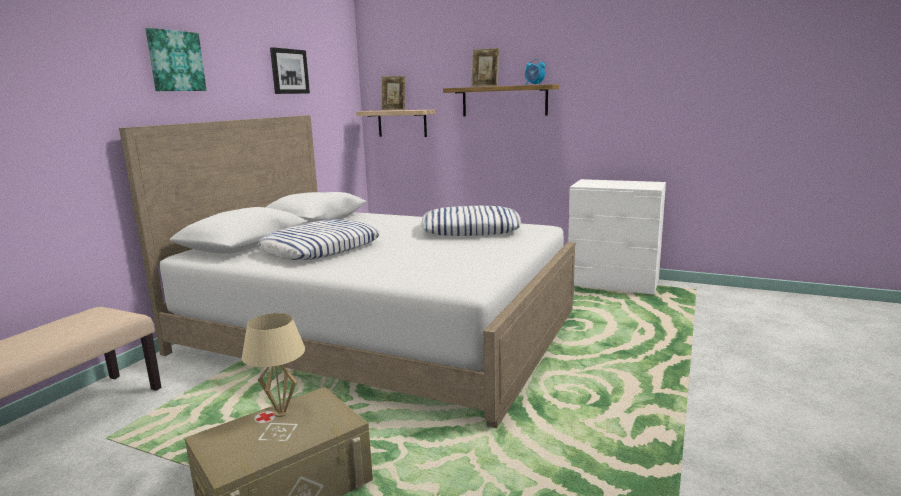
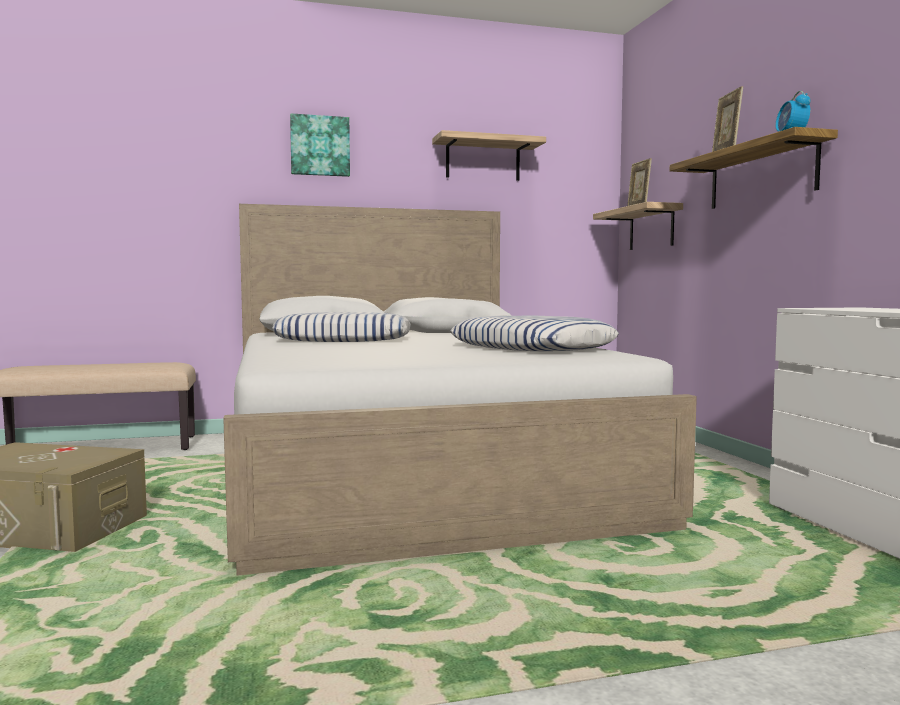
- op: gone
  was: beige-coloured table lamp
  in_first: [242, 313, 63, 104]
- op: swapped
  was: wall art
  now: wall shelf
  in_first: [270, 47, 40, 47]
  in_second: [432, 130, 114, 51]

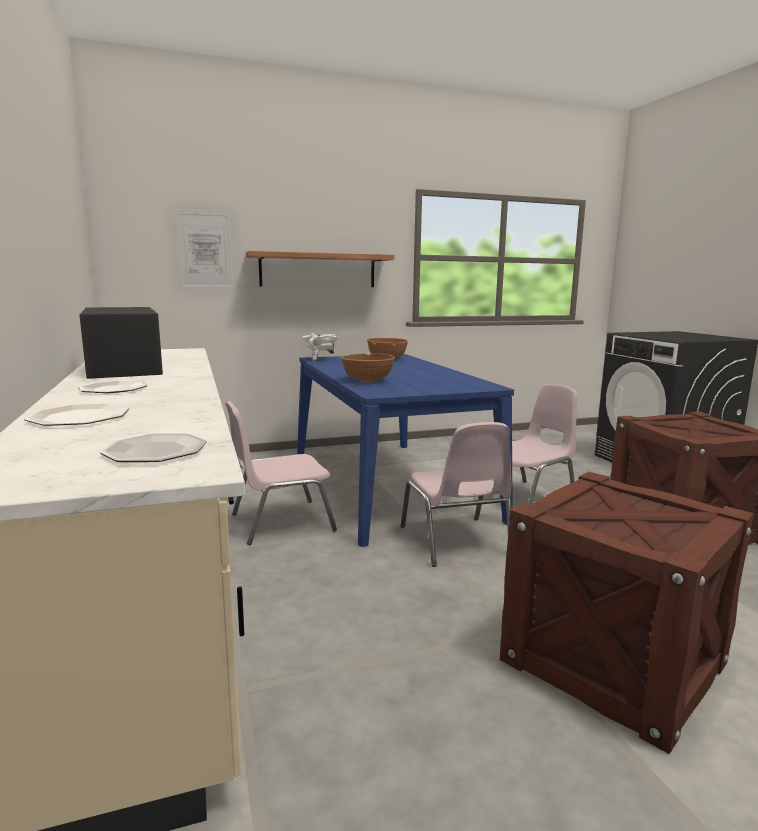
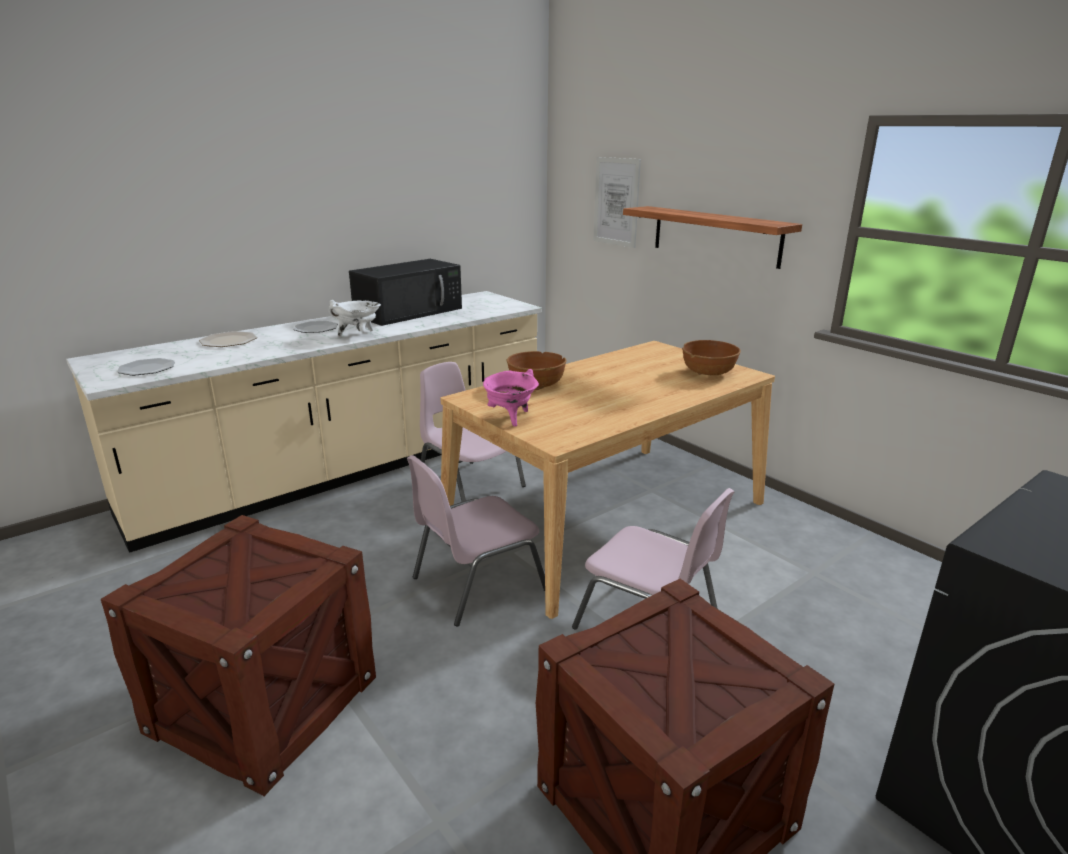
- op: new
  now: pinkish saucepot
  in_second: [483, 369, 56, 58]
- op: shifted
  was: white-coloured saucepot
  in_first: [302, 333, 36, 29]
  in_second: [329, 300, 52, 36]
- op: repainted
  was: blue kitchen table
  now: beige-coloured kitchen table
  in_first: [297, 354, 217, 193]
  in_second: [440, 341, 335, 278]

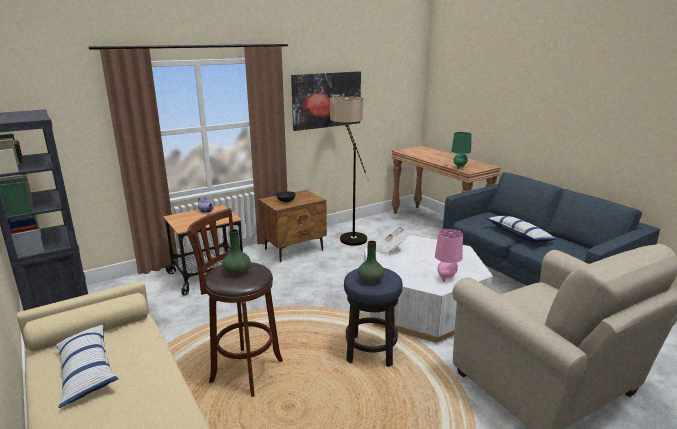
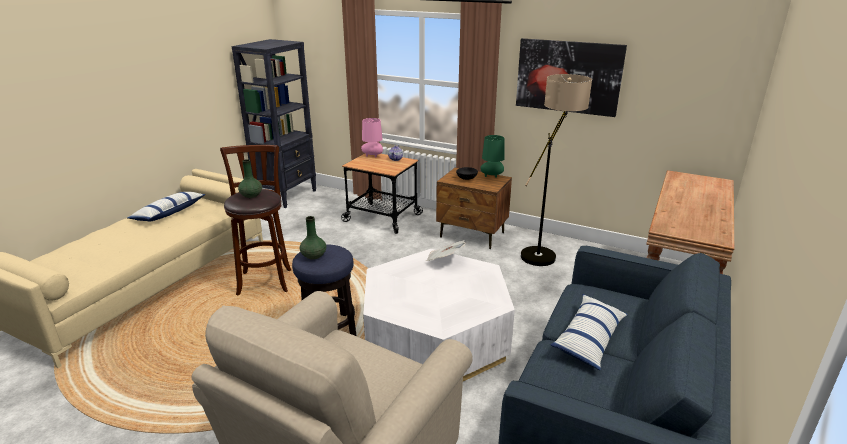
- op: shifted
  was: pinkish table lamp
  in_first: [435, 229, 28, 53]
  in_second: [361, 118, 22, 40]
- op: shifted
  was: green-coloured table lamp
  in_first: [451, 132, 21, 37]
  in_second: [480, 135, 25, 43]

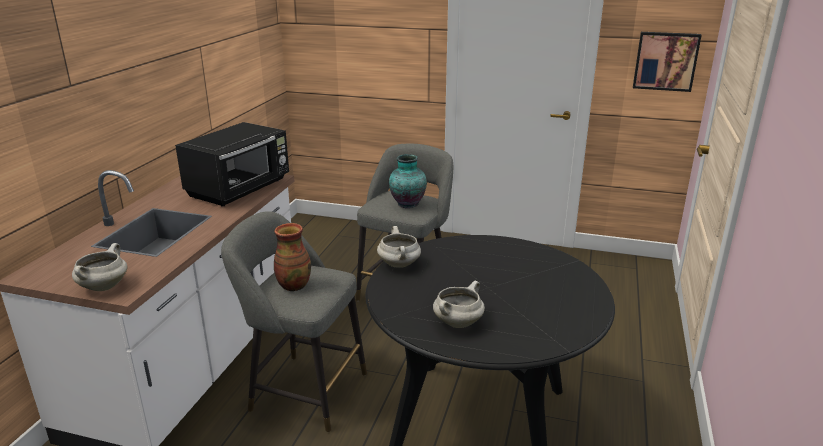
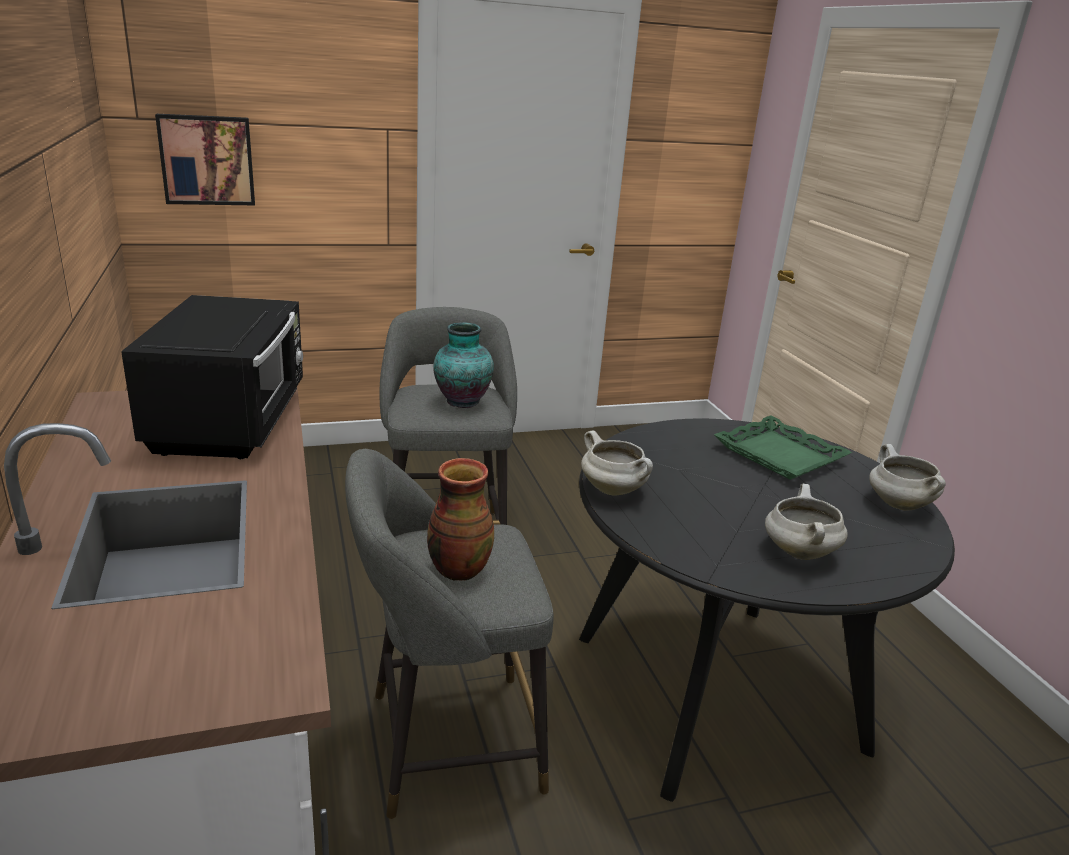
- op: new
  now: green-coloured carrying tray
  in_second: [714, 415, 138, 65]
- op: shifted
  was: white-coloured saucepot
  in_first: [72, 243, 55, 48]
  in_second: [869, 444, 77, 67]
- op: shifted
  was: wall art
  in_first: [633, 32, 69, 60]
  in_second: [155, 114, 100, 91]

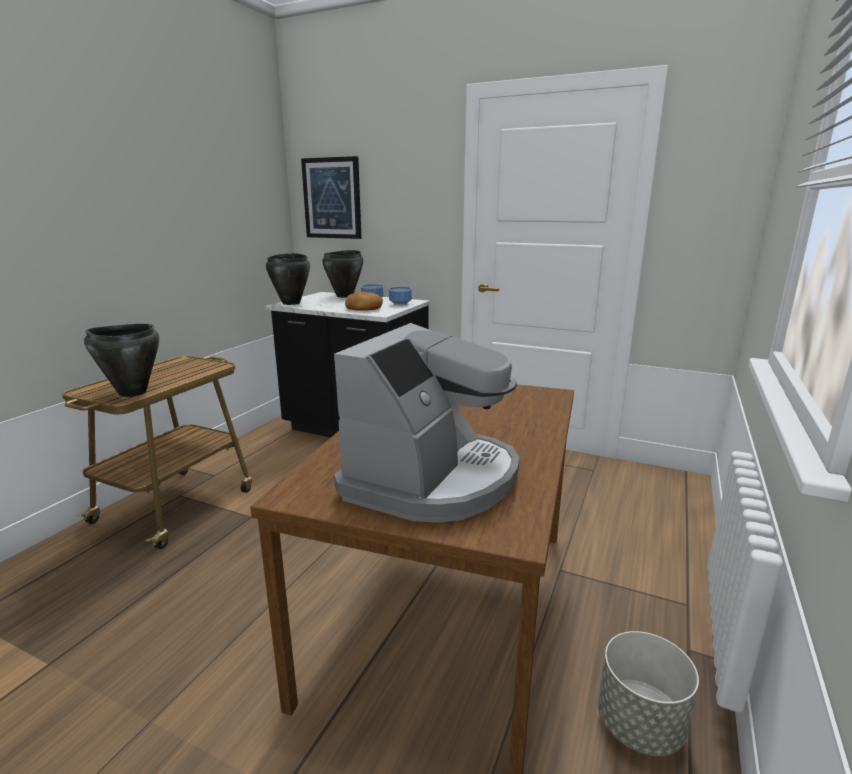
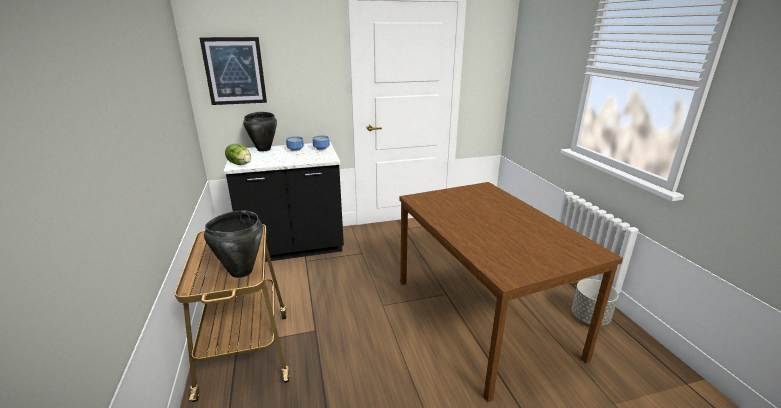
- op: gone
  was: coffee brewer
  in_first: [334, 323, 185, 200]
- op: gone
  was: bakery bread
  in_first: [345, 292, 38, 19]
- op: swapped
  was: black saucepot
  now: lettuce head
  in_first: [266, 253, 44, 52]
  in_second: [225, 144, 26, 21]

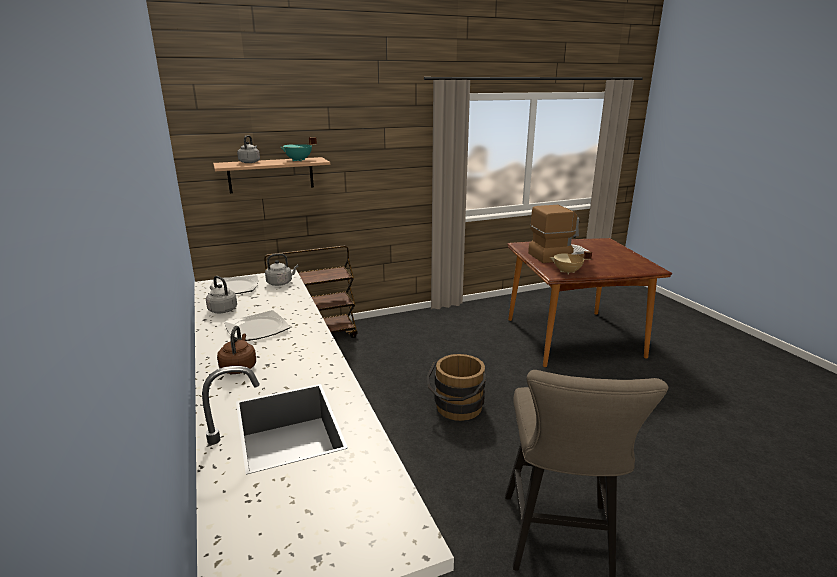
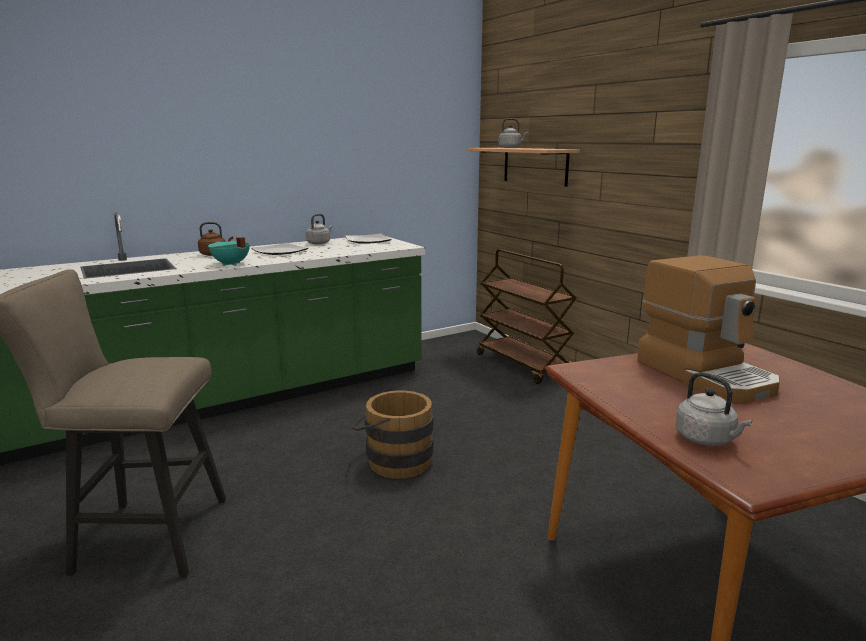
- op: gone
  was: beige-coloured saucepot
  in_first: [550, 251, 42, 24]
- op: shifted
  was: gray kettle
  in_first: [265, 253, 33, 33]
  in_second: [675, 372, 77, 74]
- op: shifted
  was: turquoise saucepot
  in_first: [280, 137, 37, 24]
  in_second: [208, 237, 42, 29]

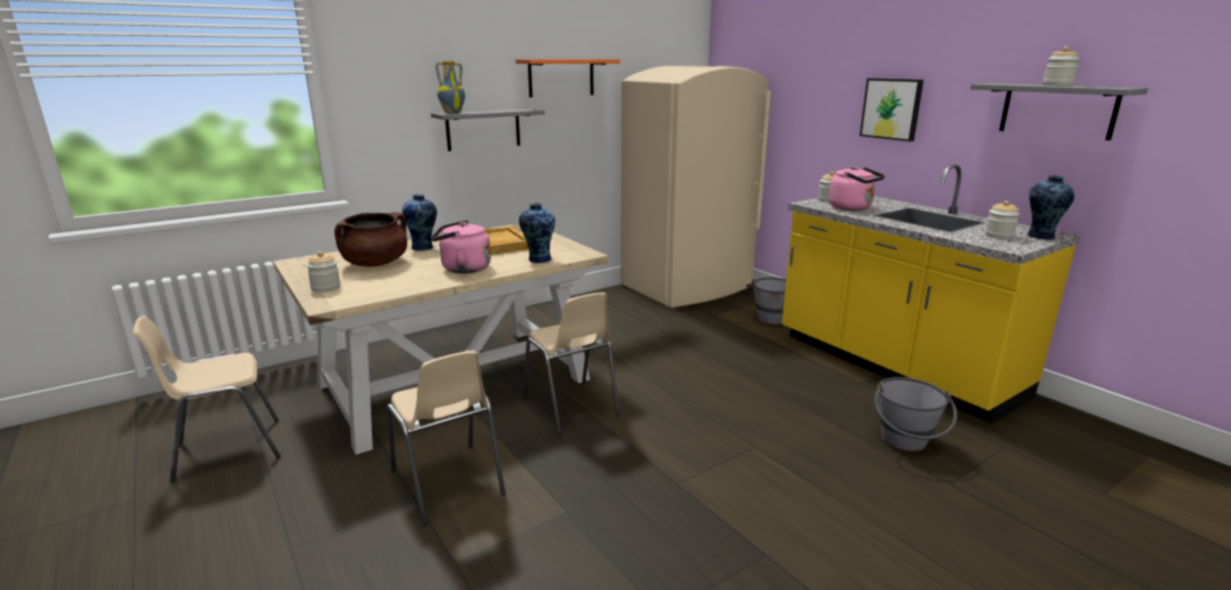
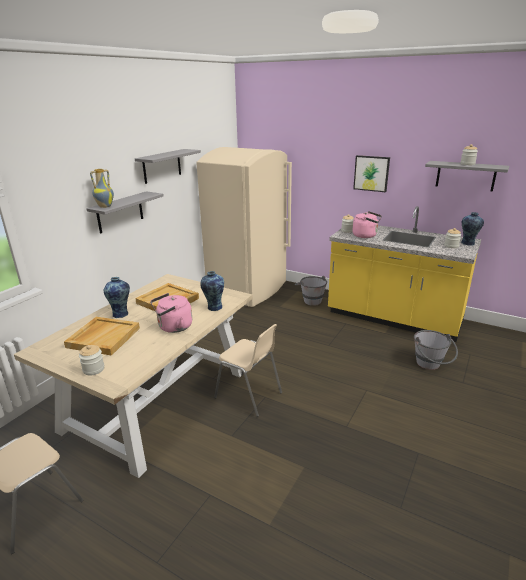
- op: gone
  was: beige-coloured upright chair
  in_first: [387, 350, 119, 175]
- op: swapped
  was: brownish saucepot
  now: beige-coloured carrying tray
  in_first: [335, 212, 72, 55]
  in_second: [64, 317, 76, 39]
- op: repainted
  was: orange wall shelf
  now: gray wall shelf
  in_first: [516, 59, 104, 38]
  in_second: [135, 149, 66, 35]

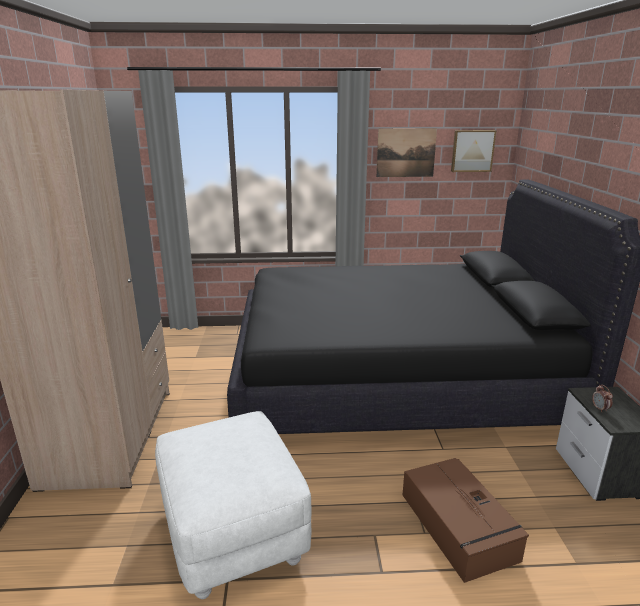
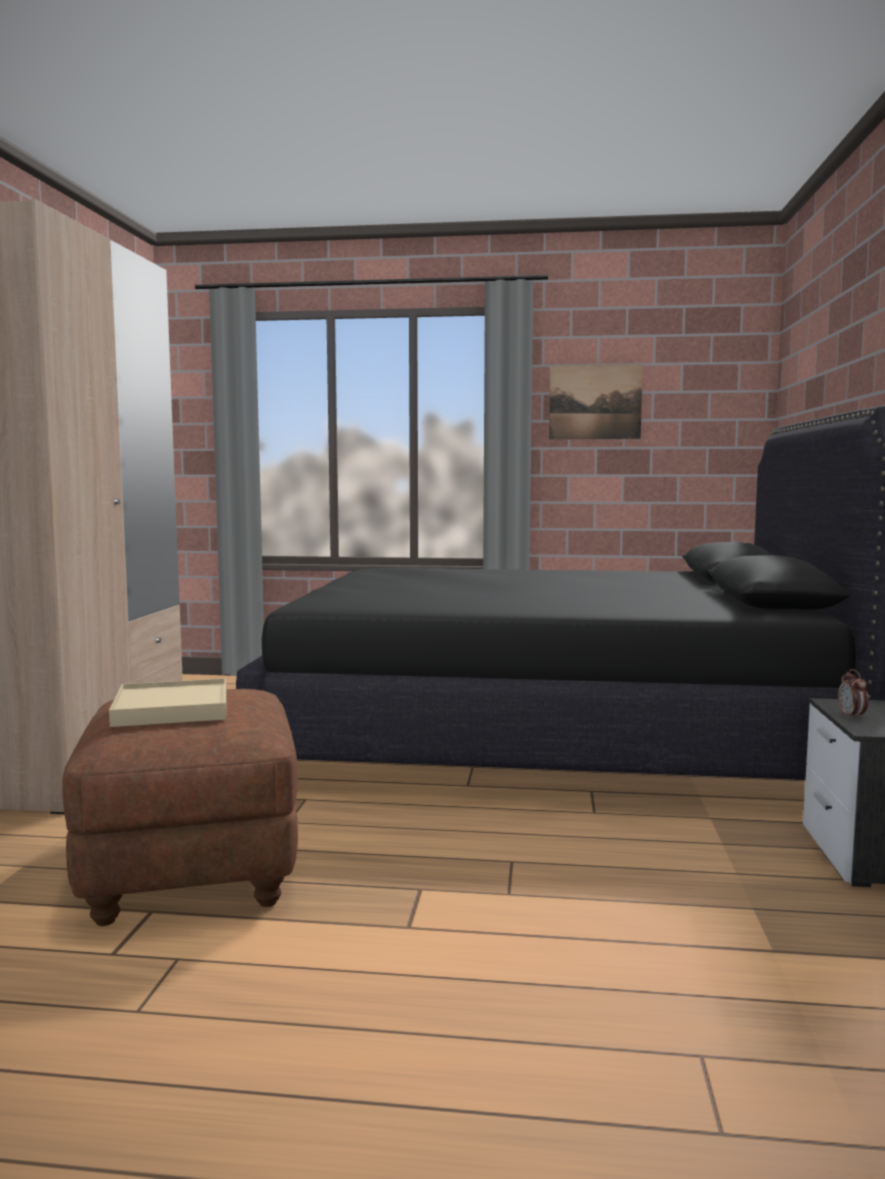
- op: gone
  was: brownish storage box
  in_first: [403, 458, 126, 125]
- op: gone
  was: wall art
  in_first: [451, 130, 45, 42]
- op: new
  now: beige-coloured carrying tray
  in_second: [109, 678, 117, 49]
- op: repainted
  was: white-coloured ottoman
  now: brownish ottoman
  in_first: [155, 411, 156, 188]
  in_second: [62, 689, 236, 237]

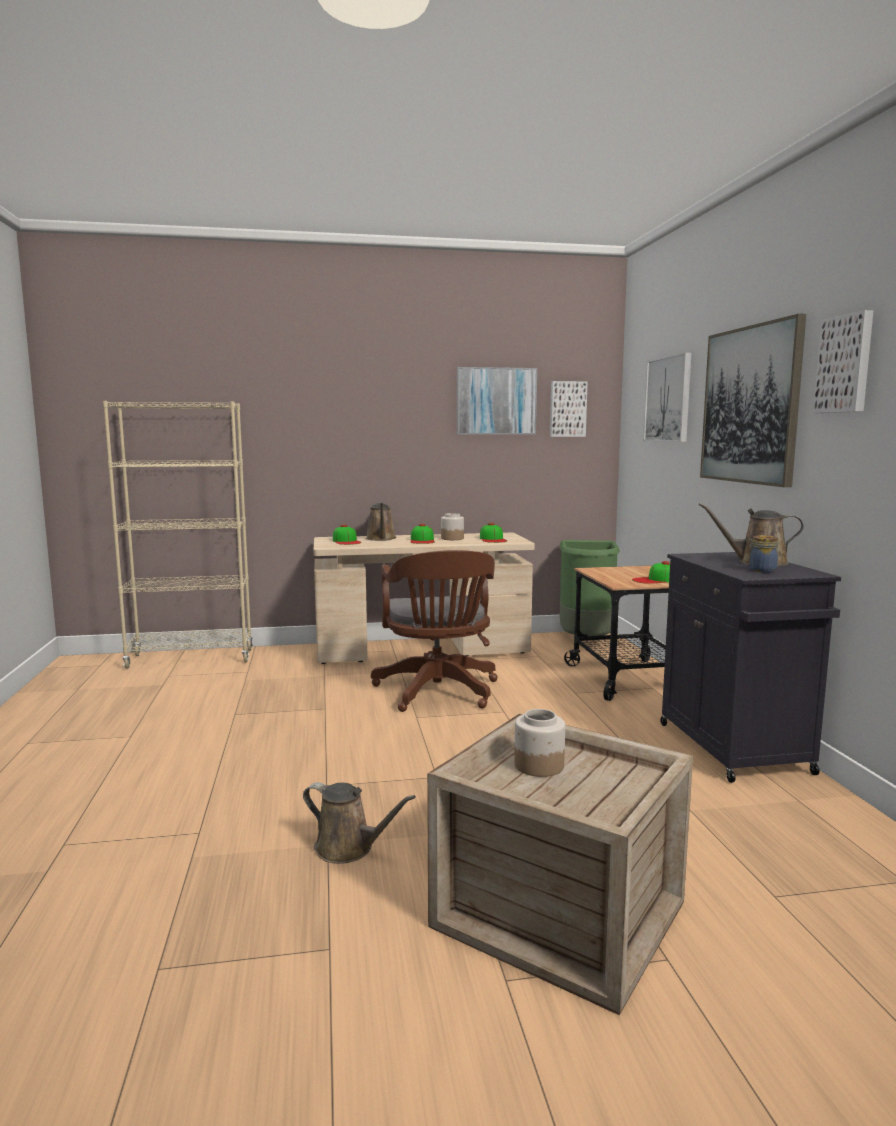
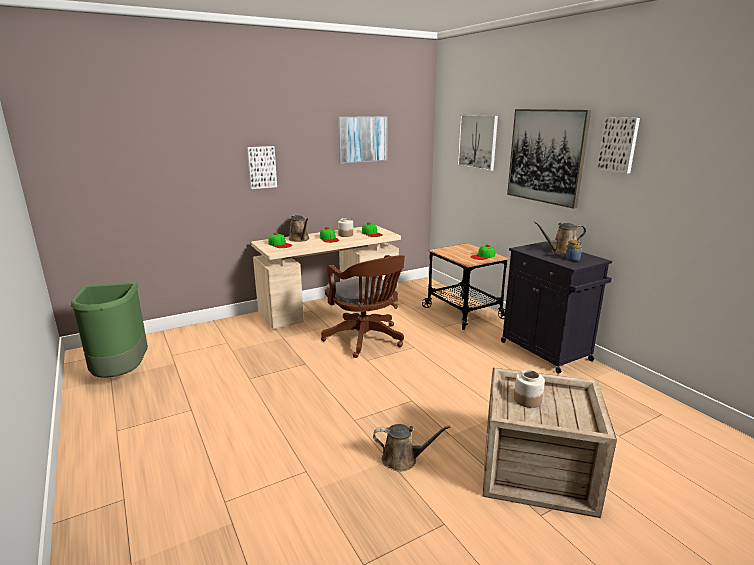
- op: gone
  was: beige-coloured shelving unit
  in_first: [103, 401, 150, 268]
- op: shifted
  was: wall art
  in_first: [550, 381, 38, 56]
  in_second: [247, 146, 30, 43]
- op: shifted
  was: green-coloured rubbish bin
  in_first: [560, 540, 60, 96]
  in_second: [71, 282, 77, 96]

